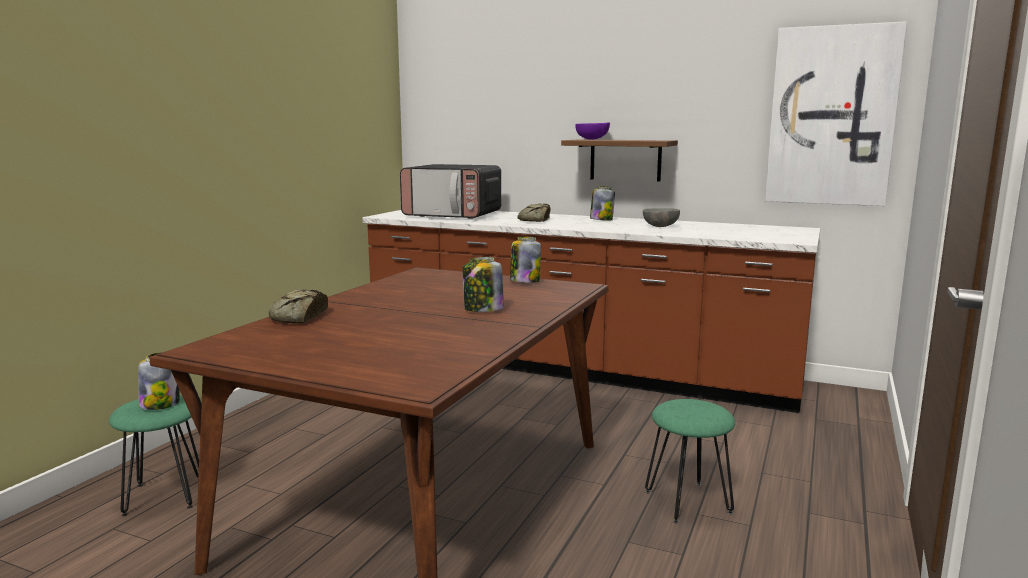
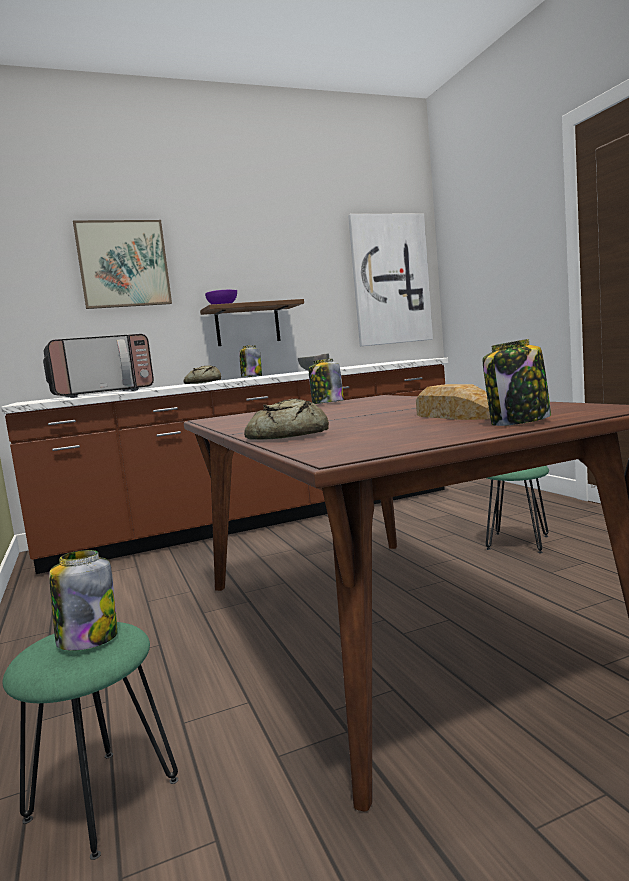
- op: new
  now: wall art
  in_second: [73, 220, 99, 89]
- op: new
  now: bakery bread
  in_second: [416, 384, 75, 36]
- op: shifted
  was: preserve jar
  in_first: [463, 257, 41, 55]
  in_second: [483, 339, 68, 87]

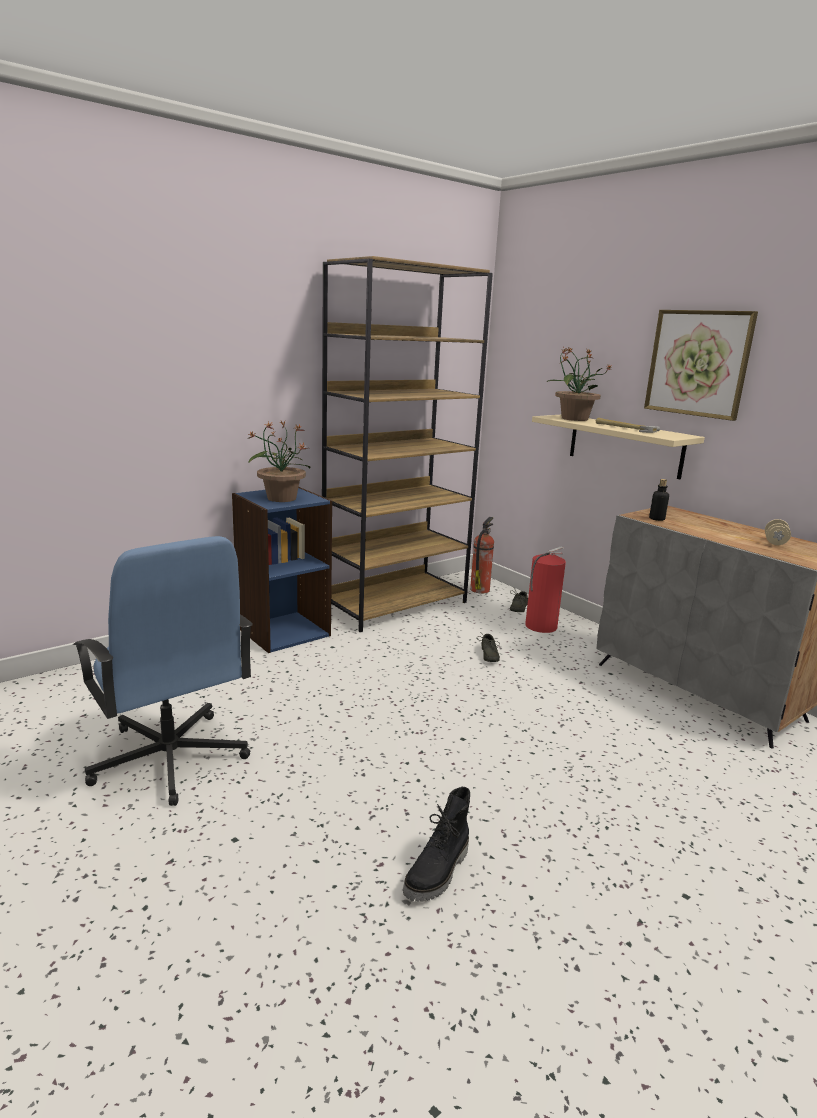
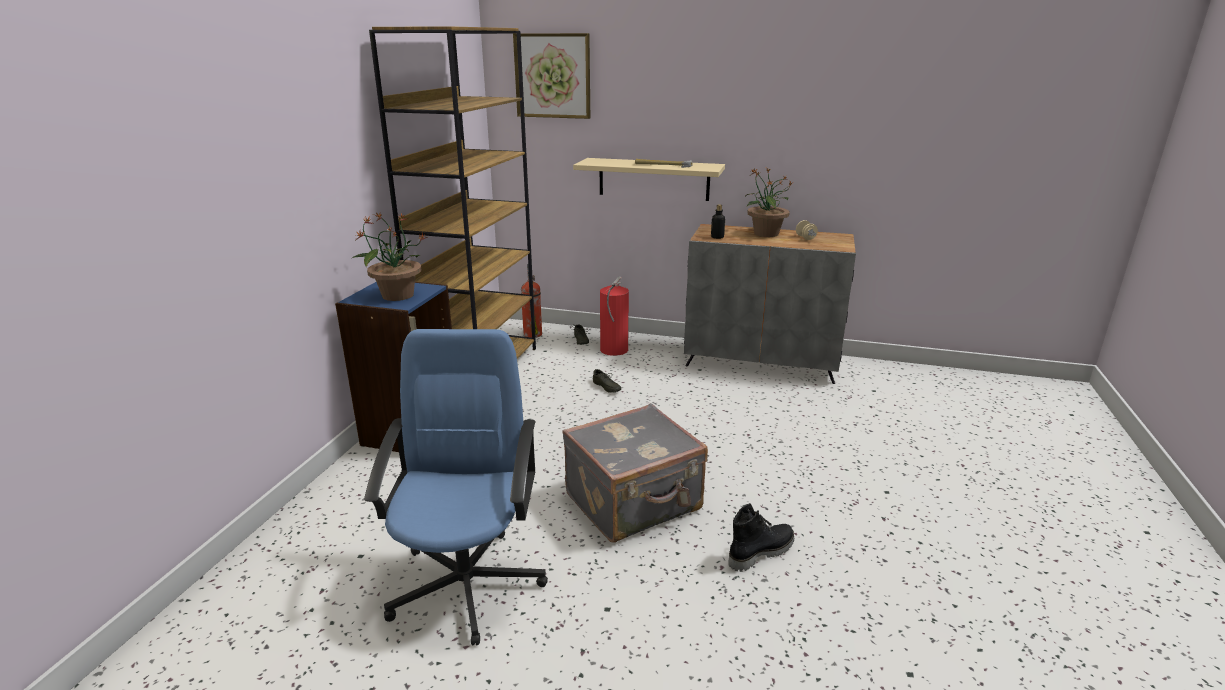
- op: new
  now: gray suitcase
  in_second: [562, 403, 146, 140]
- op: shifted
  was: plant in a pot
  in_first: [546, 347, 65, 74]
  in_second: [746, 167, 46, 70]
- op: shifted
  was: wall art
  in_first: [644, 310, 114, 111]
  in_second: [513, 33, 77, 86]
- op: rotated
  was: blue desk chair
  in_first: [73, 536, 180, 270]
  in_second: [364, 329, 184, 317]
  clockwise: -105
- op: rotated
  was: black tall boot
  in_first: [403, 787, 67, 115]
  in_second: [728, 503, 66, 69]
  clockwise: -120

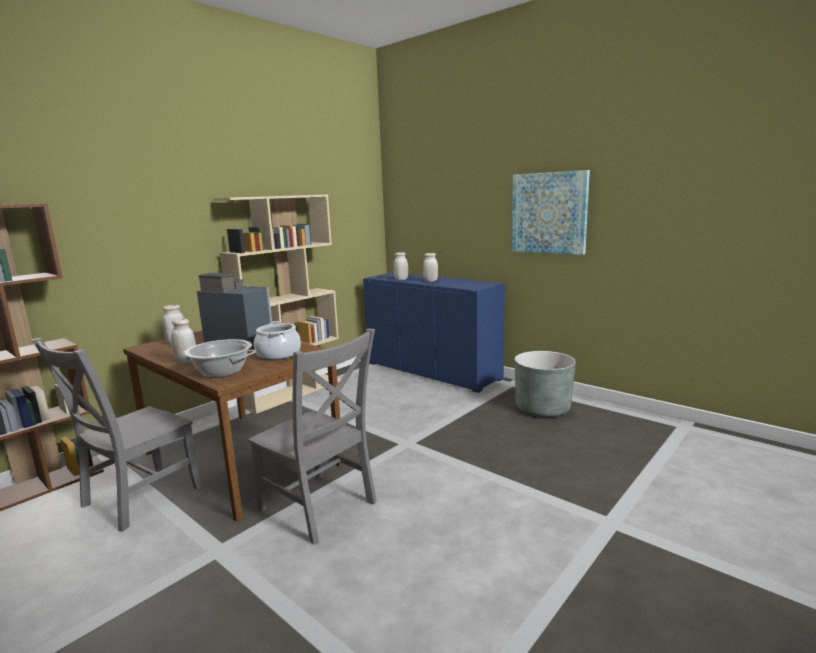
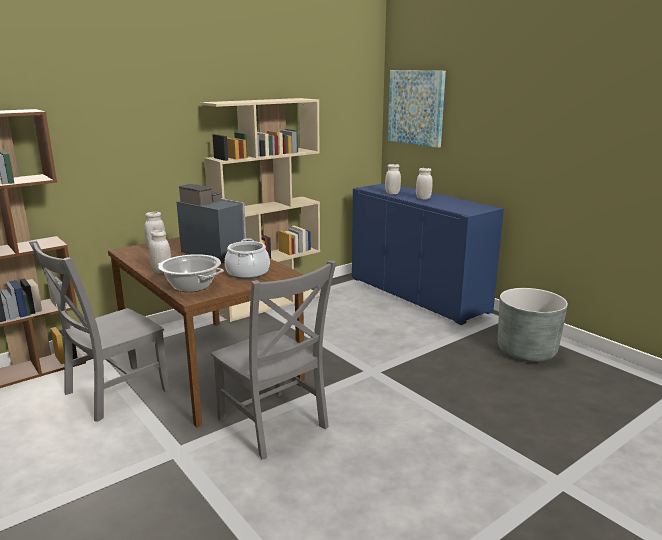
- op: shifted
  was: wall art
  in_first: [512, 170, 78, 85]
  in_second: [388, 70, 58, 78]

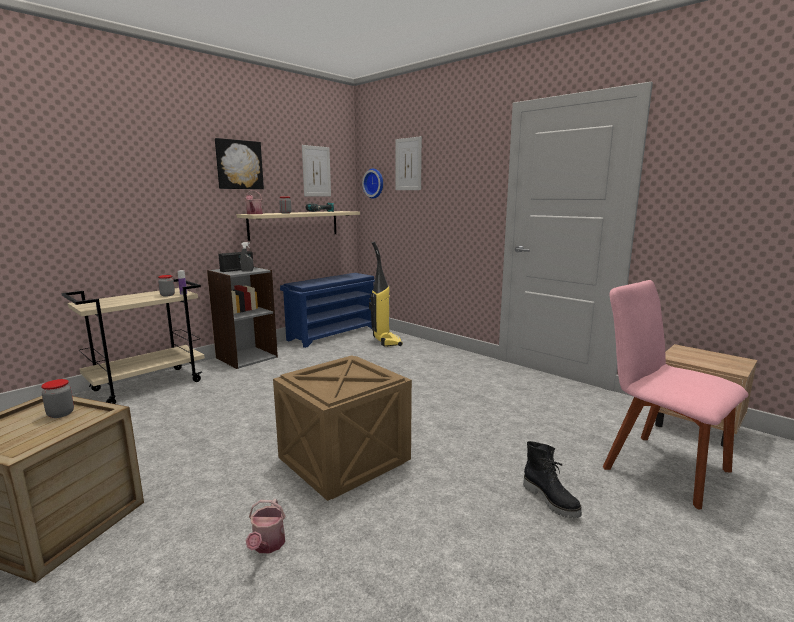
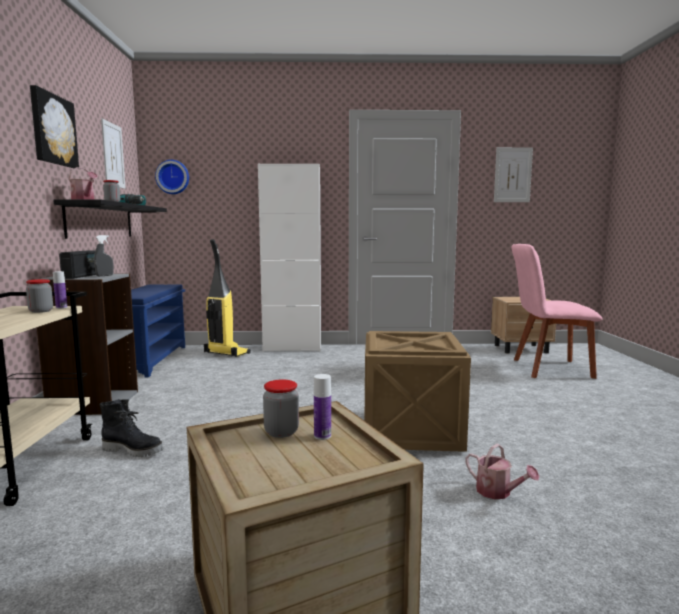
- op: new
  now: white-coloured cupboard
  in_second: [258, 164, 63, 188]
- op: new
  now: bottle
  in_second: [314, 374, 17, 66]
- op: shifted
  was: wall art
  in_first: [396, 136, 26, 54]
  in_second: [494, 147, 39, 55]
- op: shifted
  was: black tall boot
  in_first: [523, 441, 59, 77]
  in_second: [99, 399, 64, 58]
- op: repainted
  was: beige-coloured wall shelf
  now: black wall shelf
  in_first: [236, 211, 124, 30]
  in_second: [53, 199, 114, 40]

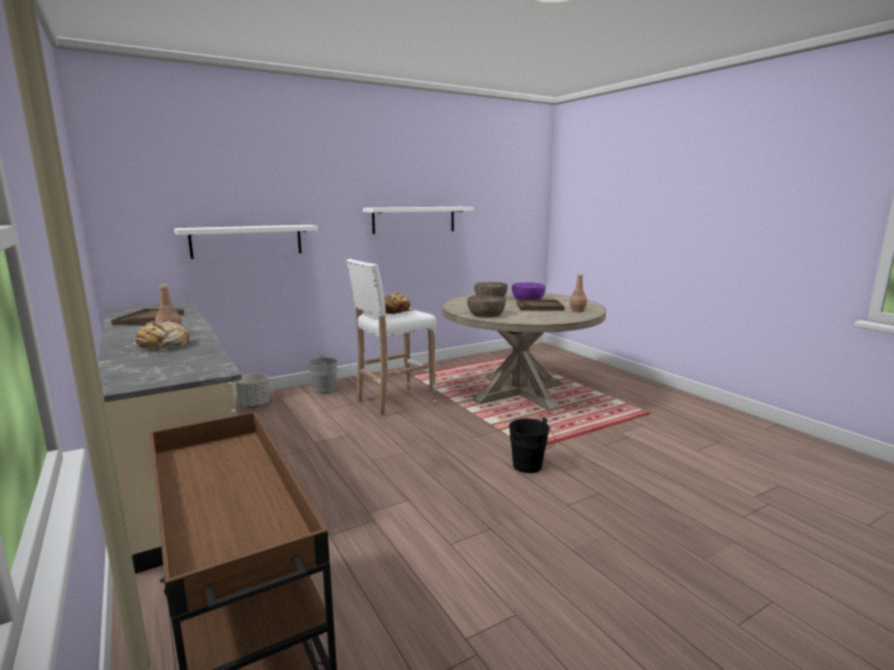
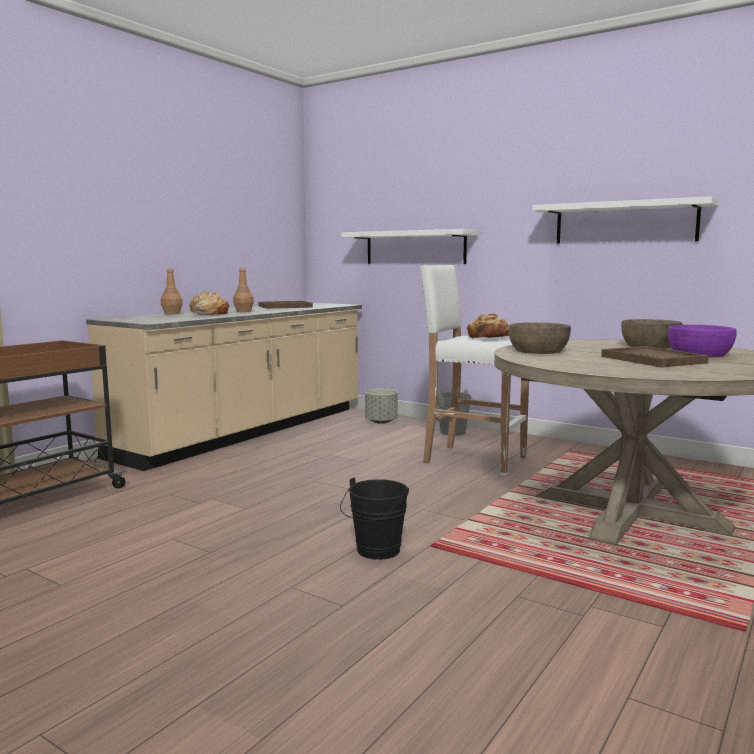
- op: shifted
  was: brownish bottle
  in_first: [569, 274, 18, 38]
  in_second: [161, 268, 22, 46]

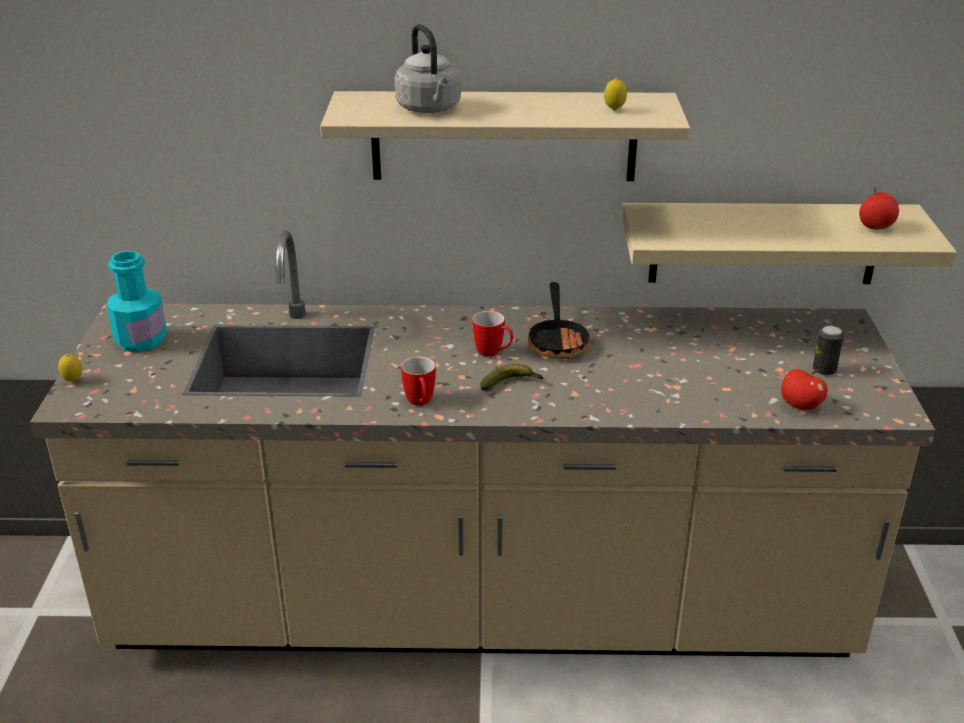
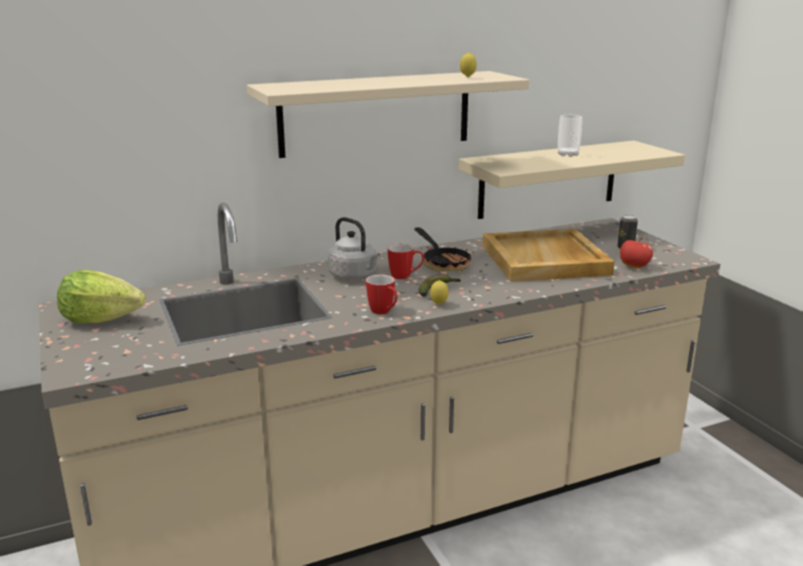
- op: gone
  was: apple
  in_first: [859, 187, 40, 43]
- op: new
  now: beige-coloured carrying tray
  in_second: [483, 229, 132, 53]
- op: new
  now: cup
  in_second: [558, 115, 24, 42]
- op: shifted
  was: whole lemon
  in_first: [58, 354, 24, 28]
  in_second: [430, 280, 19, 25]
- op: shifted
  was: gray kettle
  in_first: [395, 24, 66, 89]
  in_second: [328, 217, 52, 63]
- op: swapped
  was: turquoise bottle
  now: lettuce head
  in_first: [106, 251, 61, 101]
  in_second: [57, 270, 88, 53]

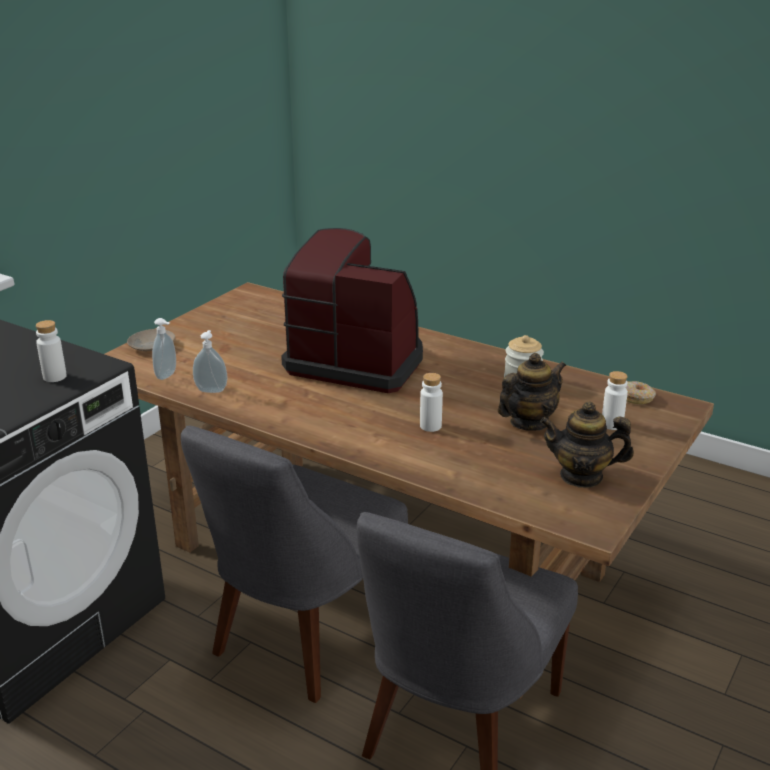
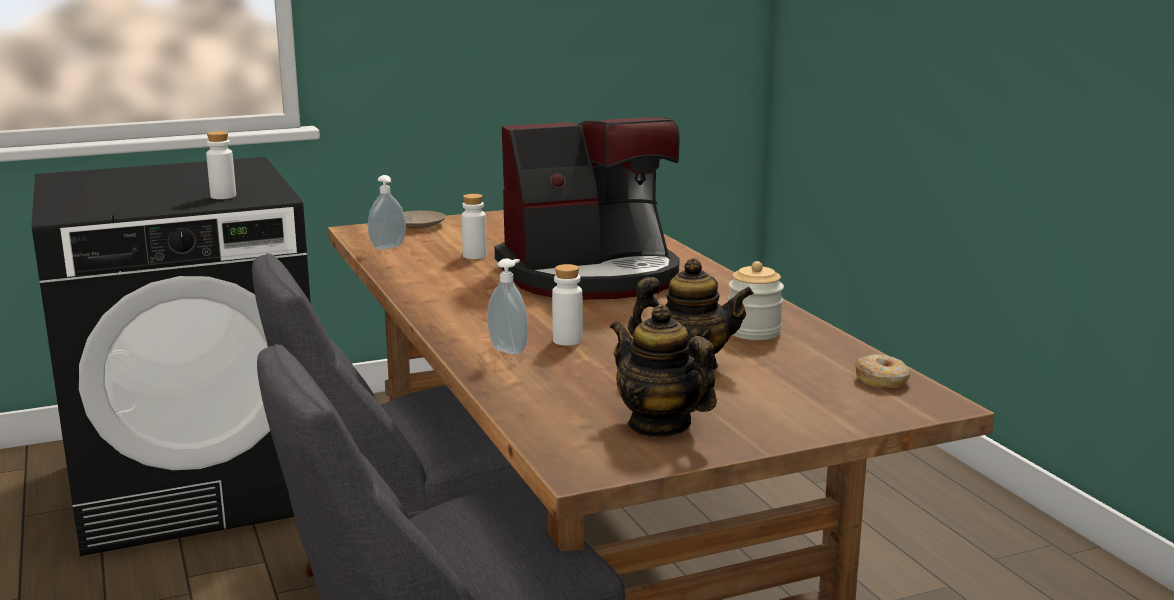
- op: shifted
  was: liquid soap bottle
  in_first: [193, 330, 35, 63]
  in_second: [487, 258, 41, 97]
- op: shifted
  was: white-coloured bottle
  in_first: [602, 371, 26, 59]
  in_second: [461, 194, 26, 65]
- op: rotated
  was: coffee brewer
  in_first: [281, 228, 142, 165]
  in_second: [495, 117, 185, 183]
  clockwise: 105

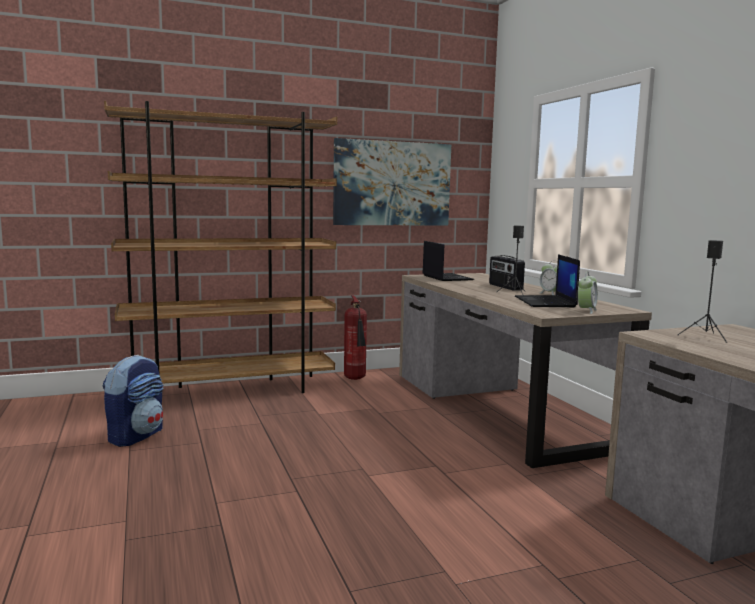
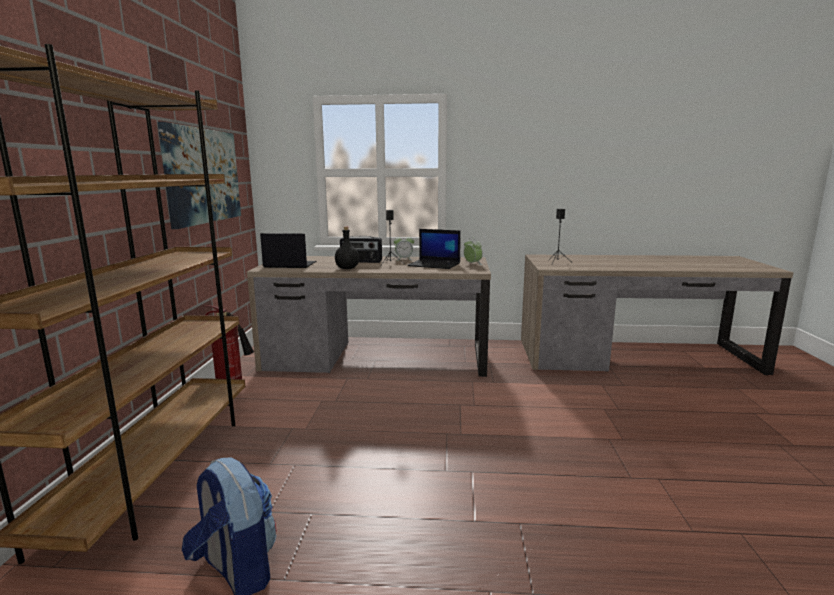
- op: new
  now: black bottle
  in_second: [335, 226, 24, 43]

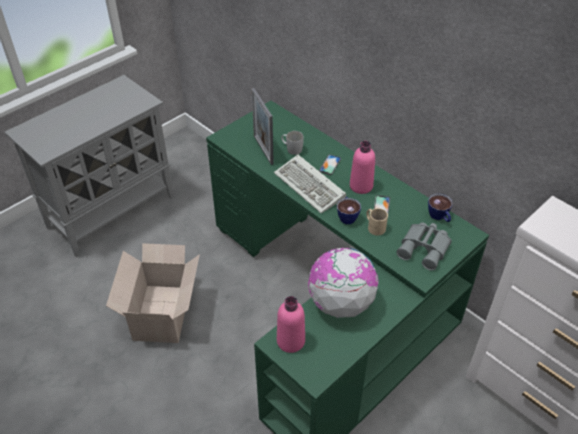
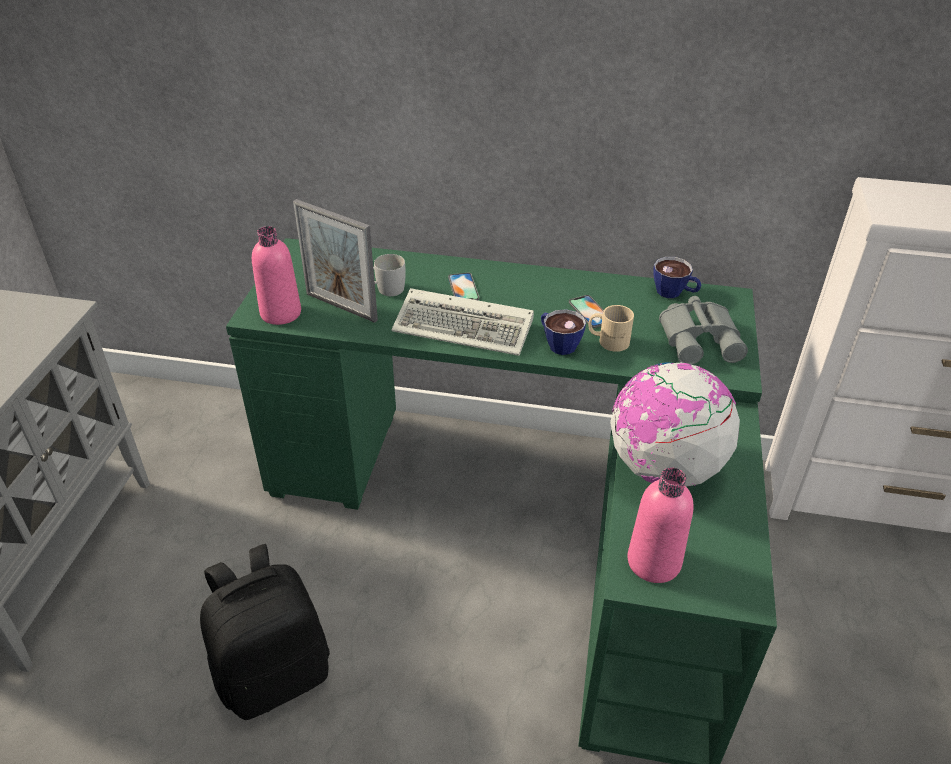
- op: shifted
  was: pinkish bottle
  in_first: [350, 141, 25, 53]
  in_second: [252, 226, 49, 99]
- op: swapped
  was: cardboard box
  now: black knapsack
  in_first: [106, 243, 94, 100]
  in_second: [200, 544, 130, 176]

